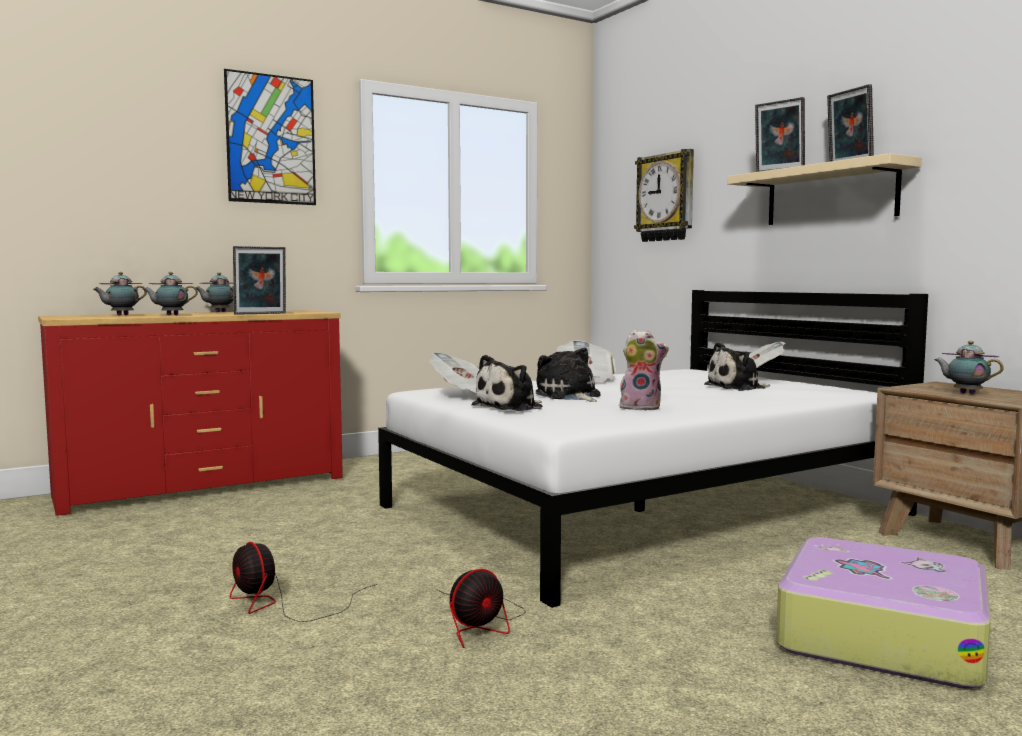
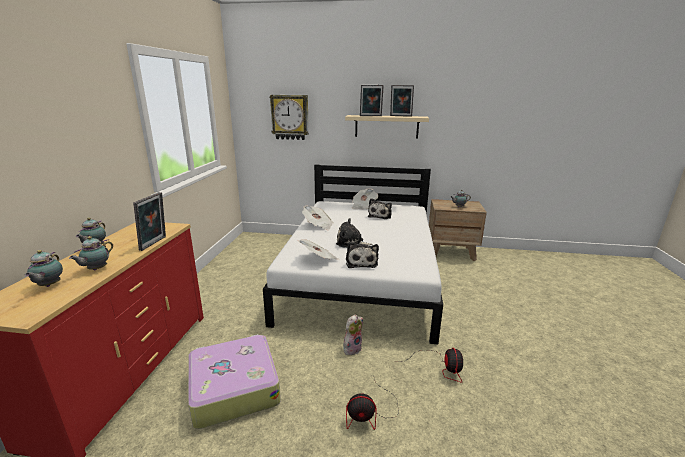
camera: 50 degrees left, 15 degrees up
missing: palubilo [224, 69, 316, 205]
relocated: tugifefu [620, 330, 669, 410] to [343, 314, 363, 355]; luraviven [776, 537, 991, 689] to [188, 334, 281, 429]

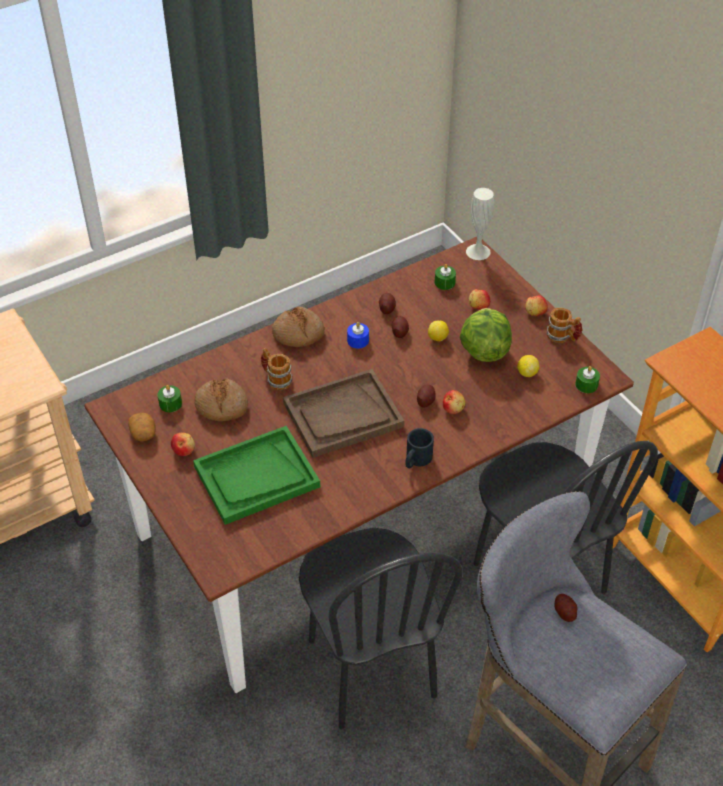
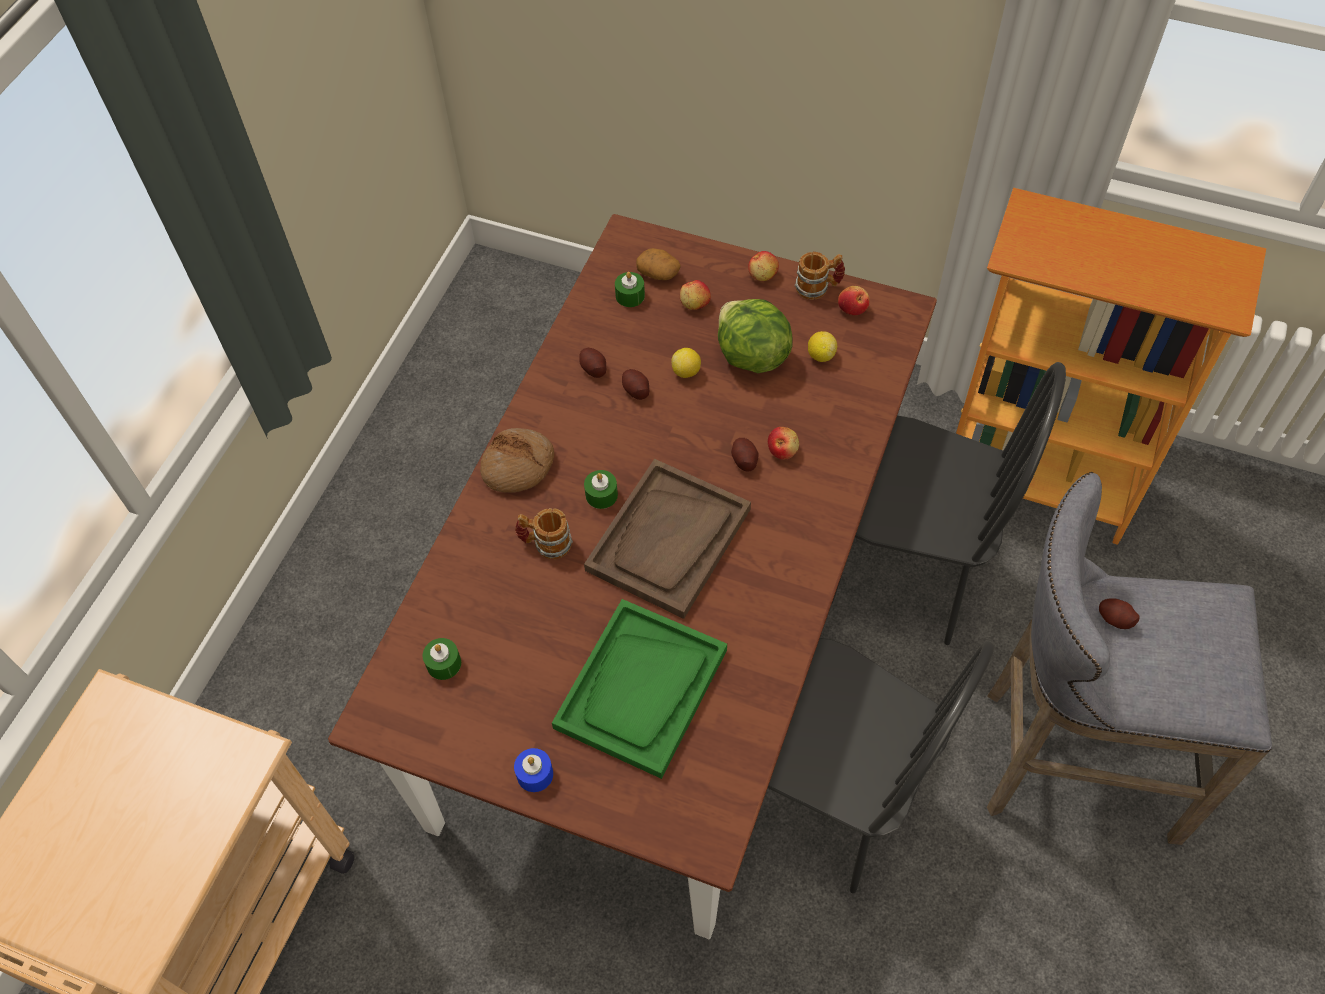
camera: 35 degrees left, 10 degrees up
missing: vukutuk [194, 378, 248, 421]; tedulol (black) [405, 428, 434, 469]; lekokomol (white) [466, 188, 494, 260]
relocated: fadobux [128, 413, 156, 441] to [636, 248, 681, 280]; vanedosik [171, 433, 195, 456] to [838, 286, 870, 315]; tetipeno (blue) [347, 322, 369, 349] to [514, 748, 553, 792]; tetipeno (green) [575, 366, 600, 393] to [584, 470, 618, 509]

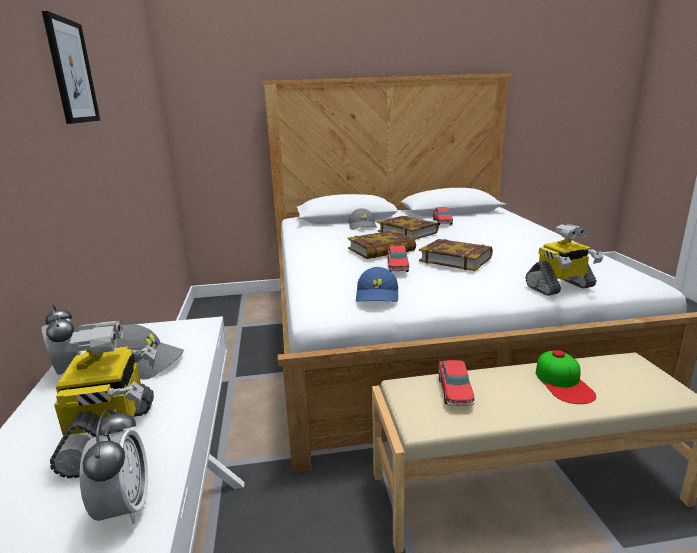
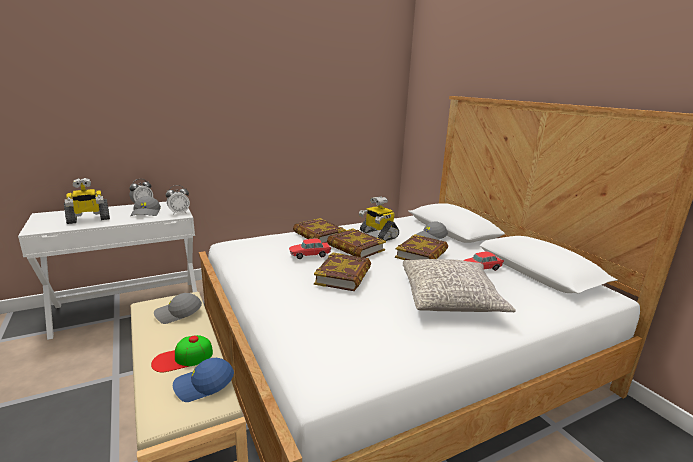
camera: 70 degrees right, 0 degrees up
missing: palubilo [42, 11, 100, 124]
appeared: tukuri [293, 218, 346, 243]; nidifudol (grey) [403, 259, 516, 312]
relocated: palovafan [80, 409, 148, 524] to [166, 185, 190, 215]; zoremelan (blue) [356, 267, 398, 302] to [173, 358, 234, 402]; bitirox [526, 223, 603, 296] to [359, 196, 399, 241]
exchanged: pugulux [438, 360, 474, 406] to zoremelan (grey) [154, 293, 202, 324]

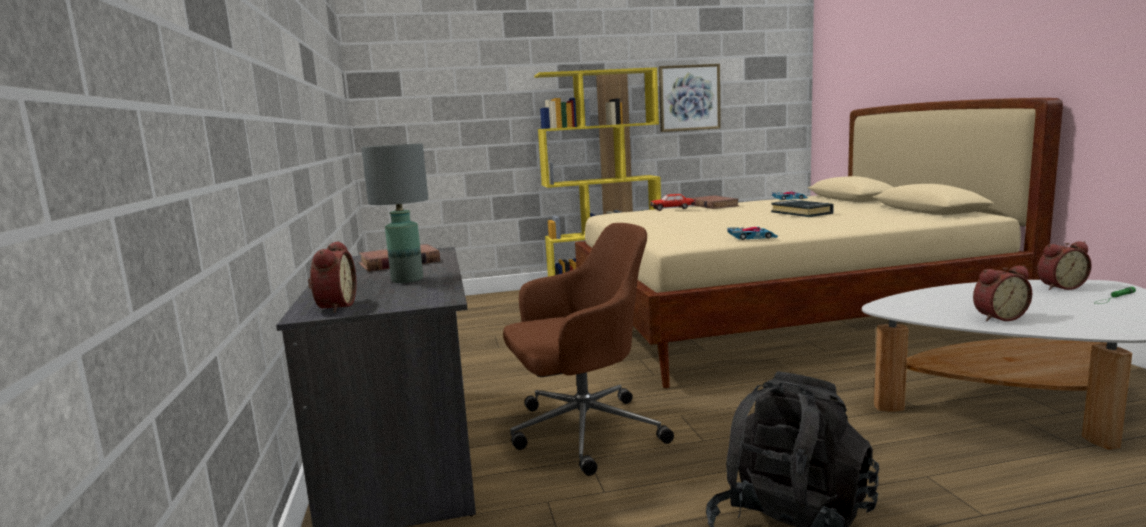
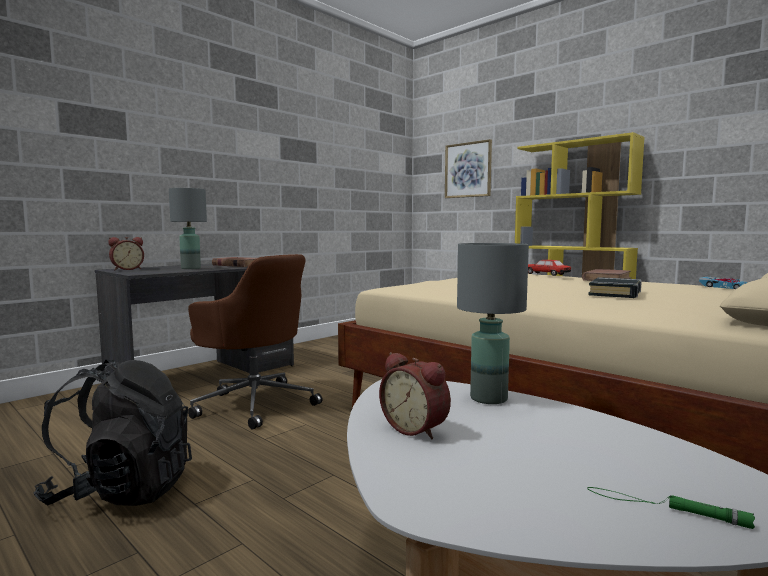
camera: 55 degrees right, 5 degrees down
missing: pugulux [727, 227, 778, 240]; palovafan [1037, 241, 1092, 290]
appeared: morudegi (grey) [457, 243, 529, 404]
relocated: palubilo [659, 64, 721, 132] to [445, 139, 492, 198]

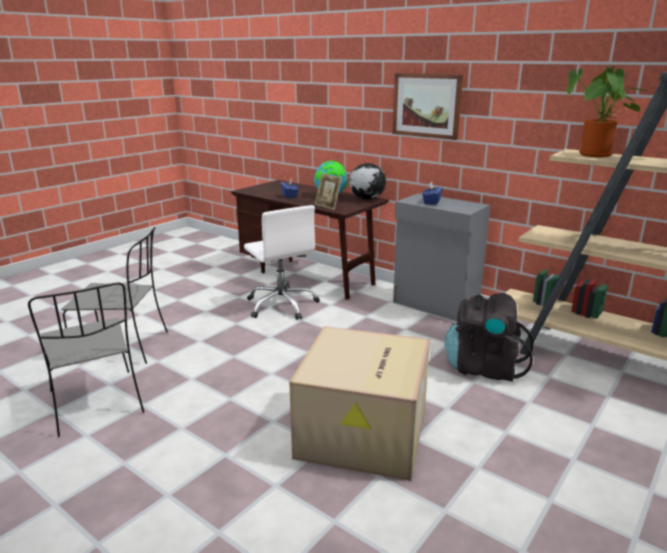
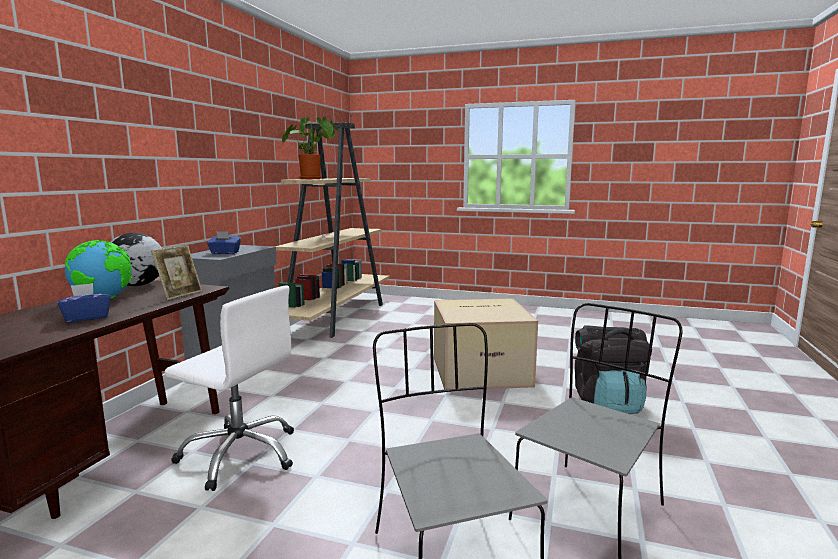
camera: 110 degrees left, 10 degrees down
missing: palubilo [392, 73, 463, 140]
relocated: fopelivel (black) [445, 293, 534, 382] to [575, 325, 652, 414]
spun: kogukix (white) [244, 205, 320, 320] = [165, 286, 294, 491] 75 degrees clockwise

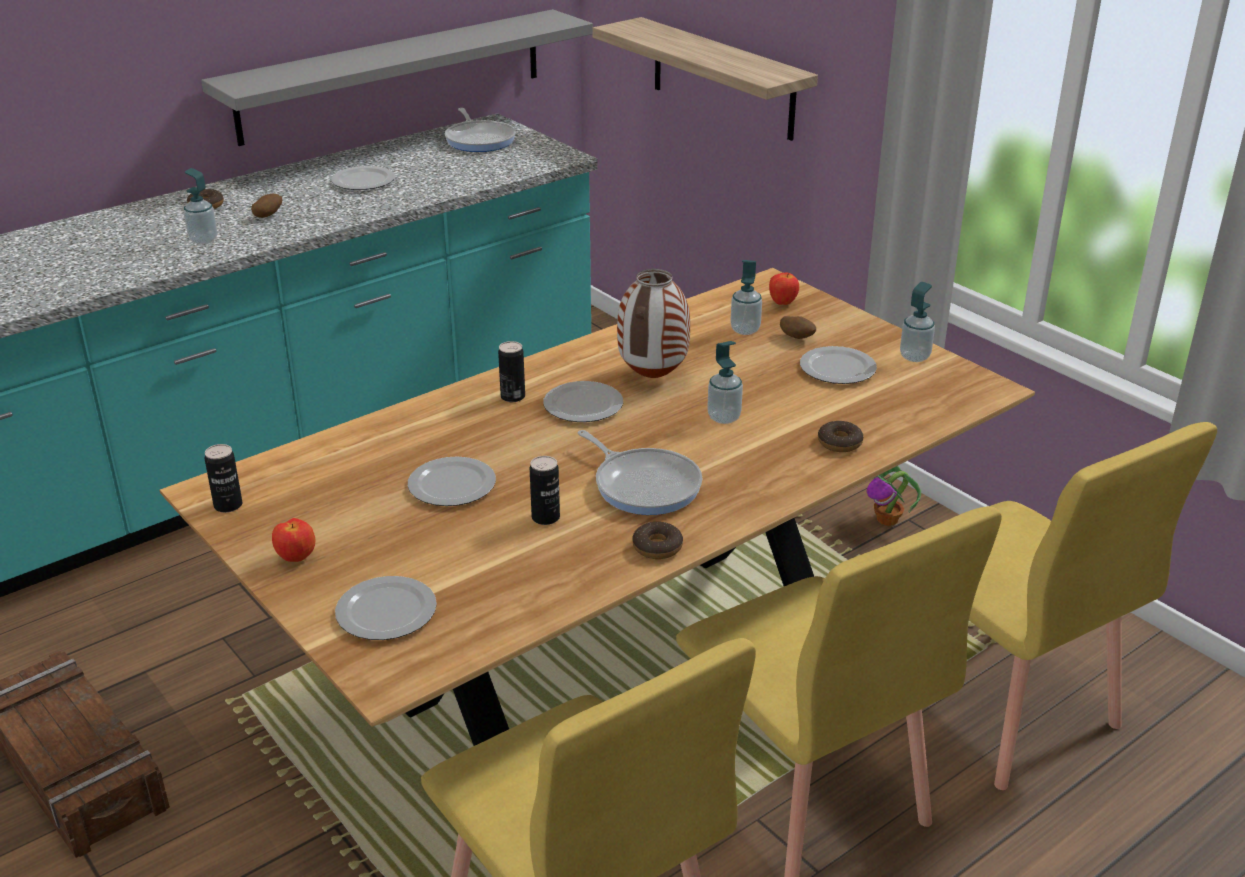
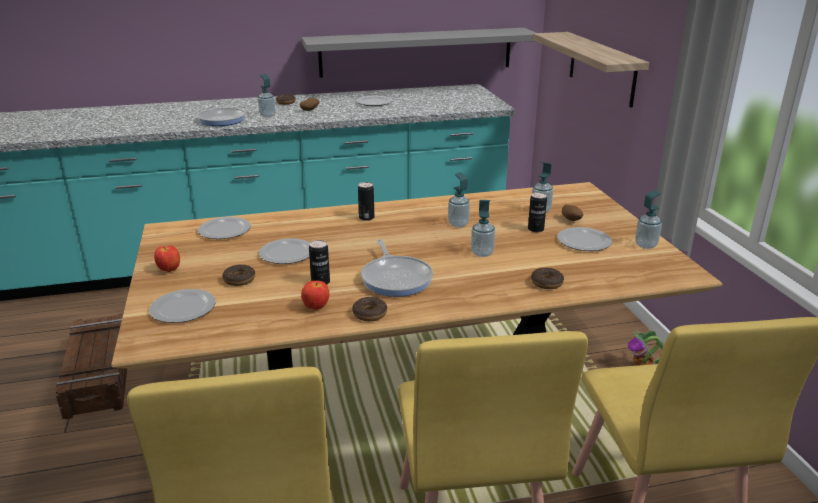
camera: 25 degrees right, 5 degrees down
appeared: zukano [222, 264, 255, 286]
relocated: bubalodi [204, 444, 242, 513] to [528, 192, 547, 232]; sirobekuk [445, 108, 516, 152] to [197, 100, 246, 126]; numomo [543, 381, 623, 422] to [198, 217, 251, 239]; vanedosik [769, 273, 799, 305] to [301, 281, 329, 310]
exchanged: lekokomol [617, 269, 690, 378] to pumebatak [448, 172, 470, 228]

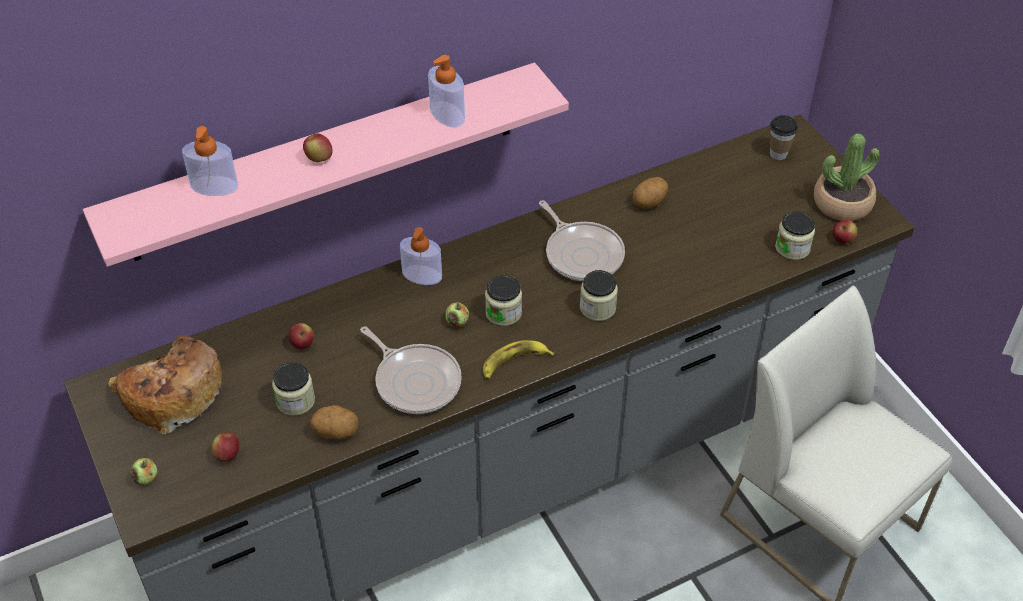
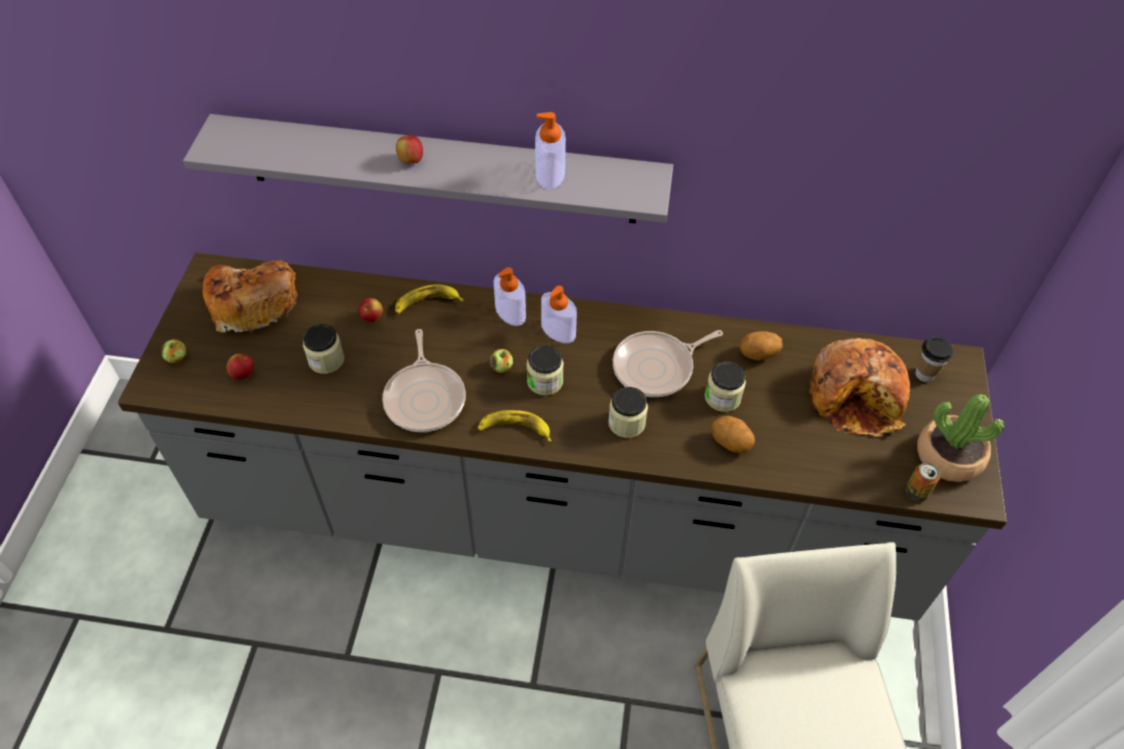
camera: 35 degrees right, 5 degrees up
appeared: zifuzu [395, 284, 463, 314]; vukutuk [809, 338, 910, 436]
relocated: pumebatak [182, 126, 238, 196] to [541, 286, 577, 343]; fadobux [310, 405, 358, 439] to [711, 416, 755, 454]; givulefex [775, 211, 815, 260] to [705, 361, 746, 412]
exchanged: vanedosik [833, 220, 857, 244] to bubalodi [905, 462, 940, 501]
colour: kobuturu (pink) [83, 63, 569, 267] to kobuturu (grey) [183, 114, 673, 223]
spun: sirobekuk [539, 200, 625, 281] = [613, 330, 723, 397] 60 degrees clockwise

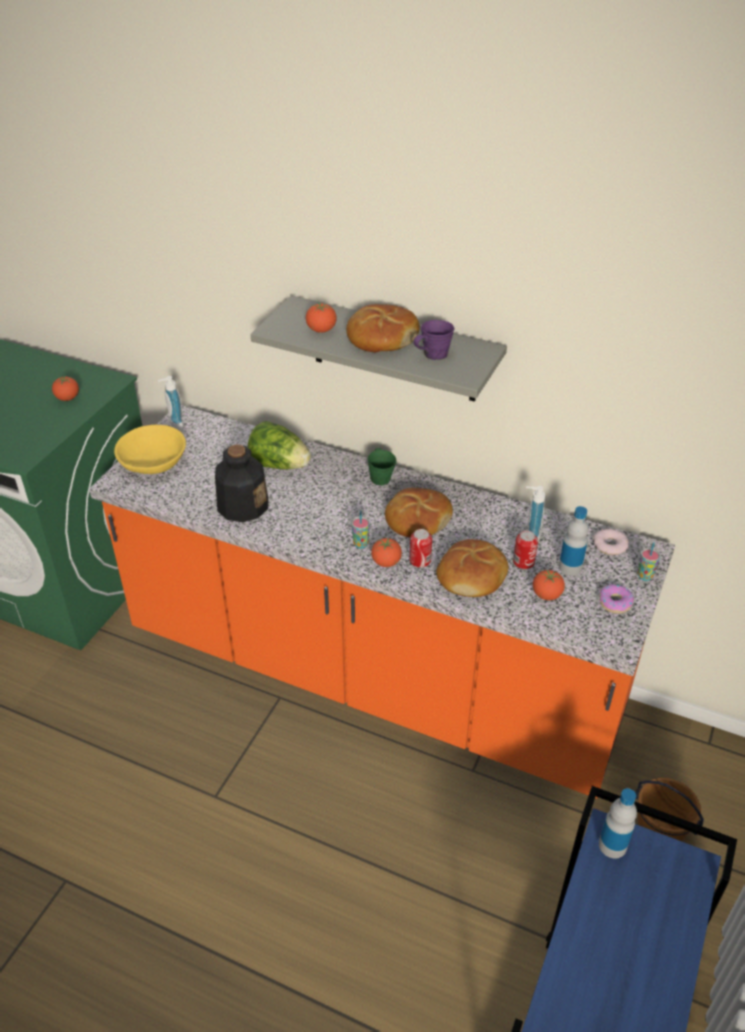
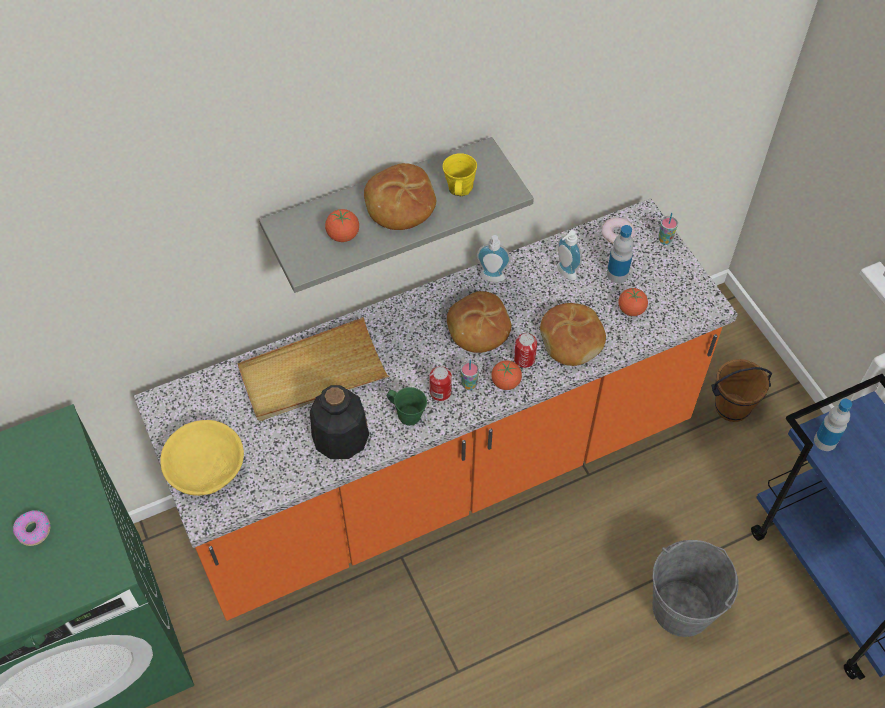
camera: 50 degrees left, 15 degrees up
missing: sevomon [52, 376, 79, 401]
appeared: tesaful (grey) [652, 540, 739, 637]
relocated: pumebatak [158, 376, 184, 431] to [477, 235, 511, 282]; tedulol (green) [368, 448, 396, 486] to [387, 387, 427, 426]; bubalodi [513, 531, 538, 569] to [429, 366, 452, 401]; zukano [600, 584, 634, 614] to [13, 511, 51, 546]
exchanged: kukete [248, 421, 311, 469] to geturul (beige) [237, 317, 389, 421]
colour: tedulol (purple) [414, 320, 454, 360] to tedulol (yellow) [443, 153, 477, 196]

